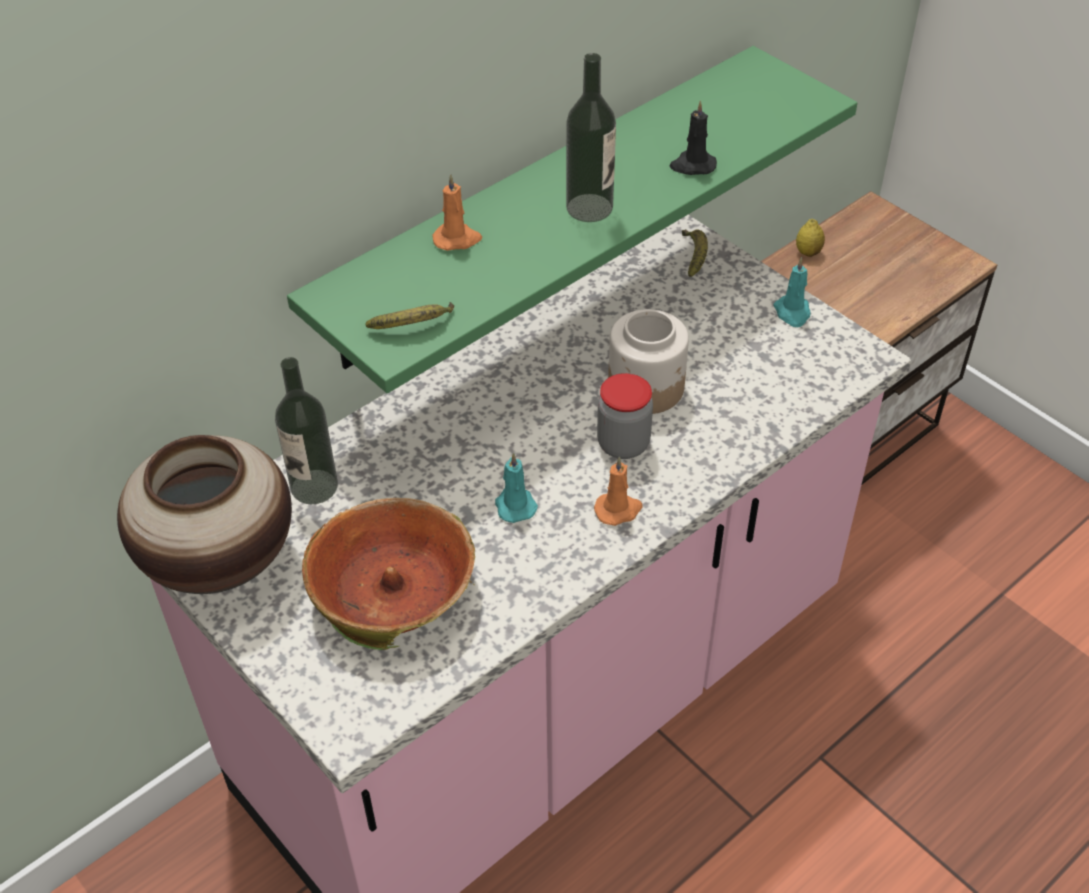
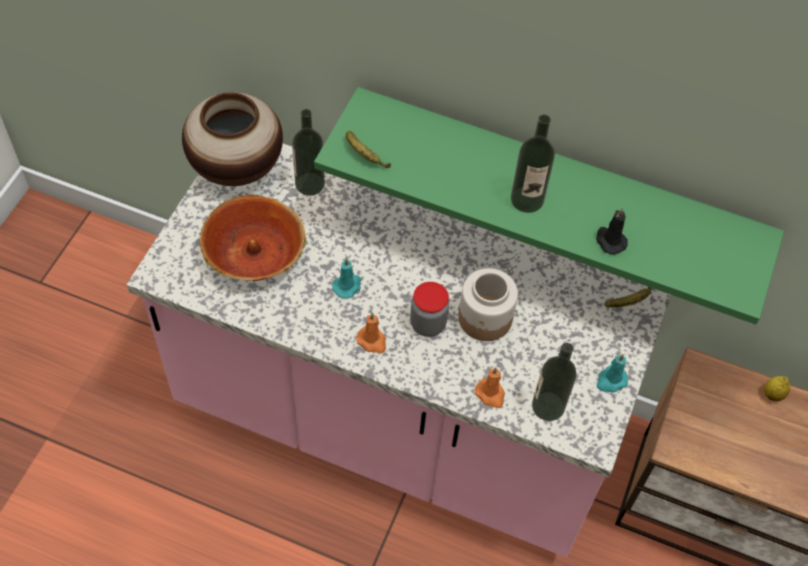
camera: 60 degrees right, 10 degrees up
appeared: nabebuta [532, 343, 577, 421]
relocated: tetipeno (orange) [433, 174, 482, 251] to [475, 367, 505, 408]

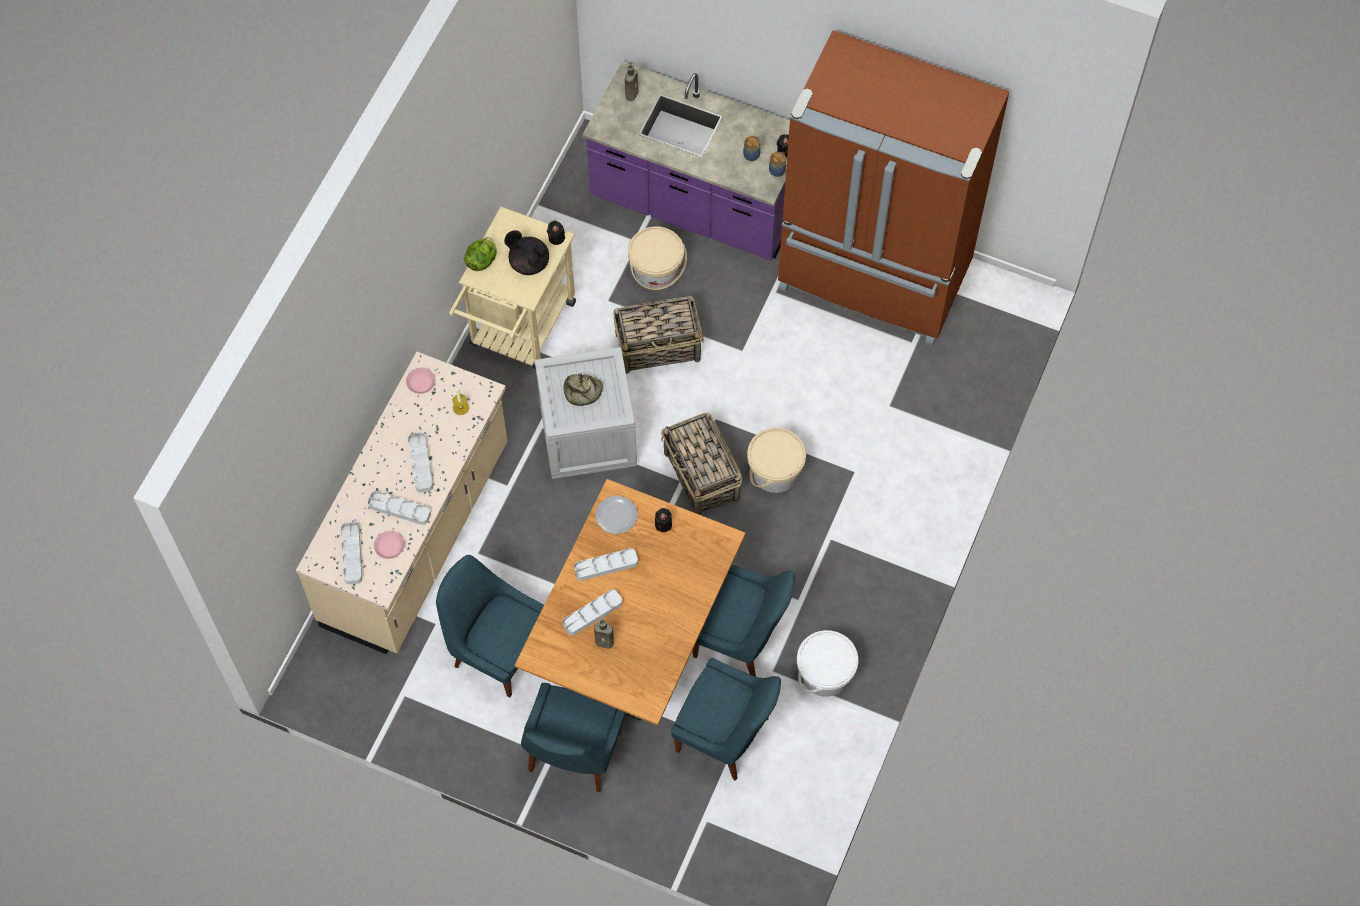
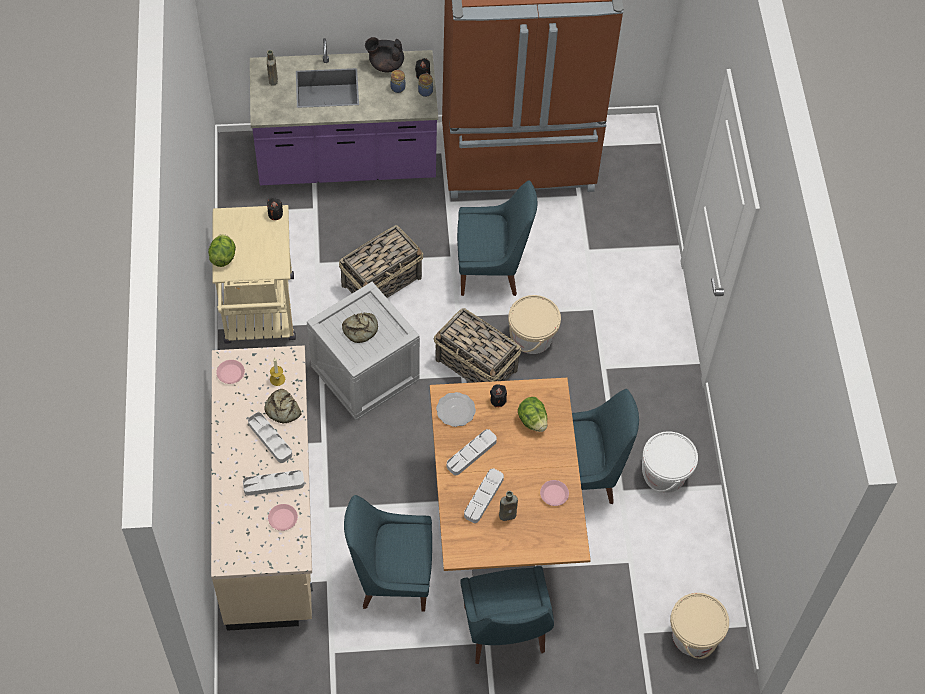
camera: 30 degrees left, 5 degrees down
missing: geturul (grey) [341, 522, 362, 584]
appeared: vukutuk [264, 389, 302, 423]; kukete [518, 397, 547, 432]; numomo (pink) [540, 480, 569, 506]
relocated: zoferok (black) [504, 230, 549, 275] to [365, 37, 404, 72]; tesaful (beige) [628, 226, 687, 290] to [670, 593, 729, 659]; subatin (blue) [671, 658, 781, 781] to [457, 180, 537, 296]

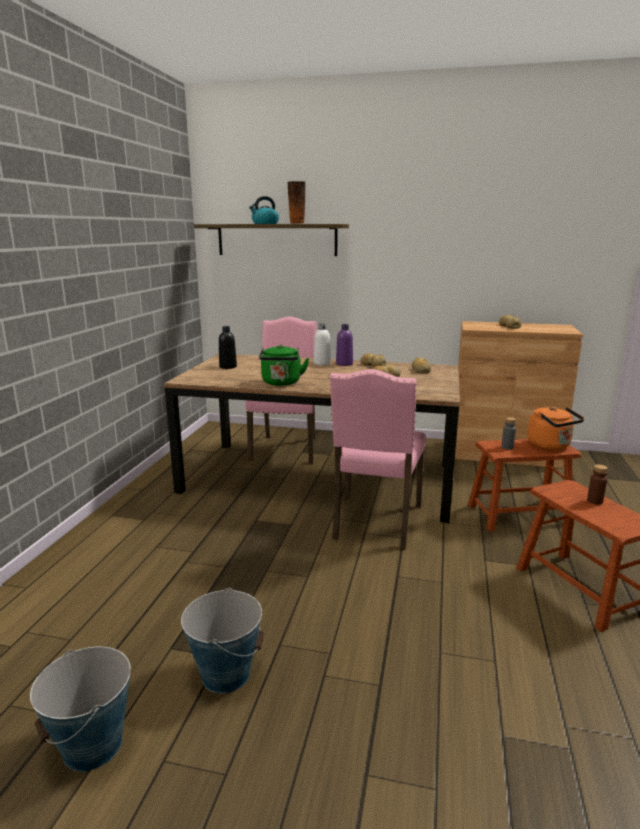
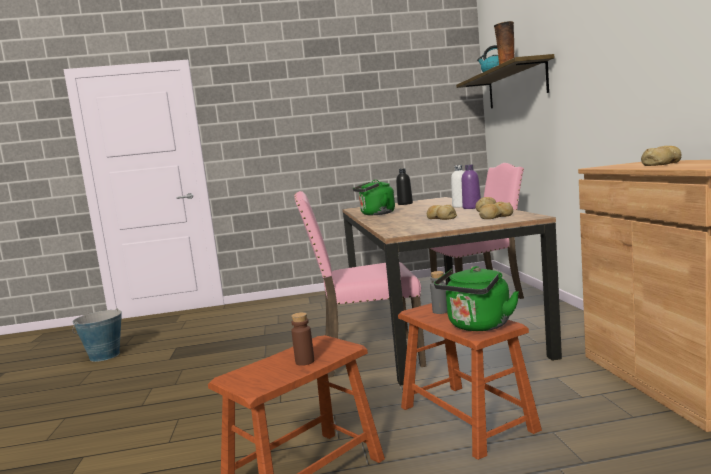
camera: 70 degrees right, 10 degrees down
missing: tesaful [181, 587, 264, 694]
colour: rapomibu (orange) [527, 407, 584, 450] to rapomibu (green) [434, 266, 519, 331]

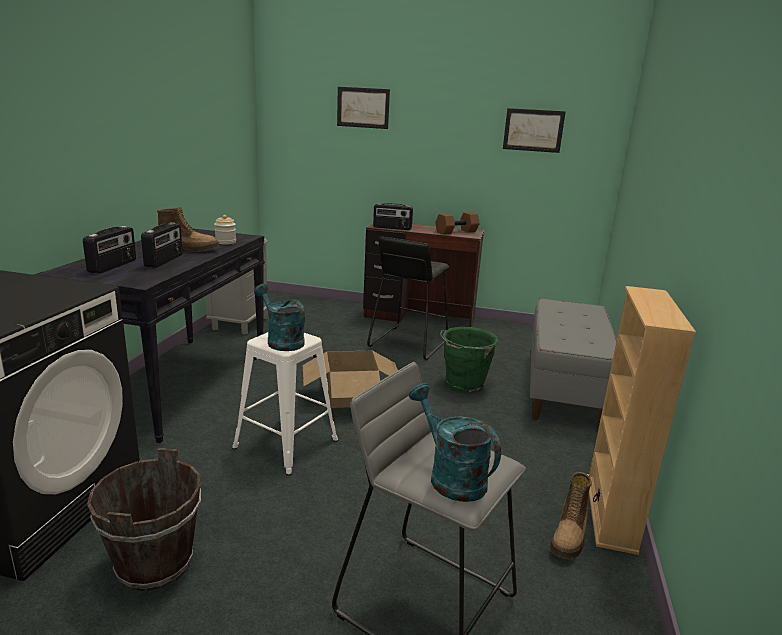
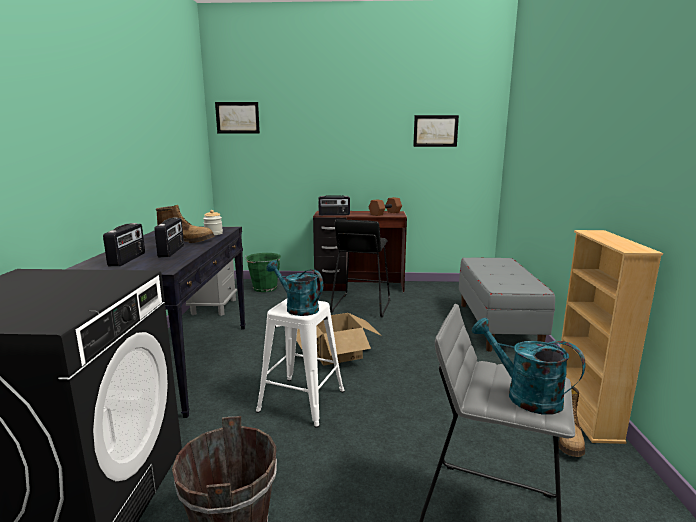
camera: 10 degrees left, 5 degrees down
relocated: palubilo [337, 87, 390, 129] to [215, 102, 260, 133]; tesaful (green) [440, 327, 498, 393] to [244, 253, 281, 292]

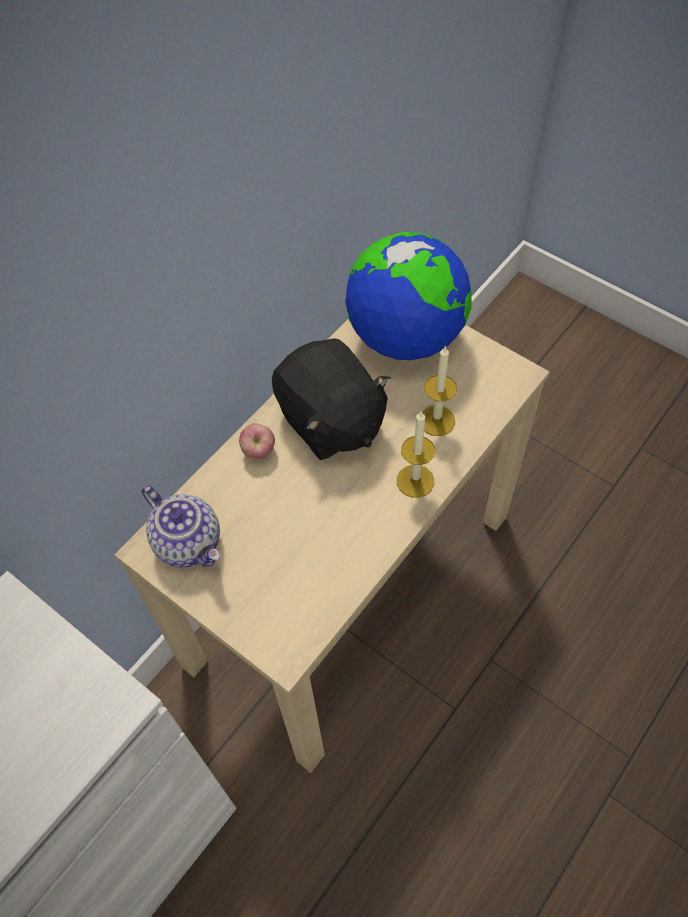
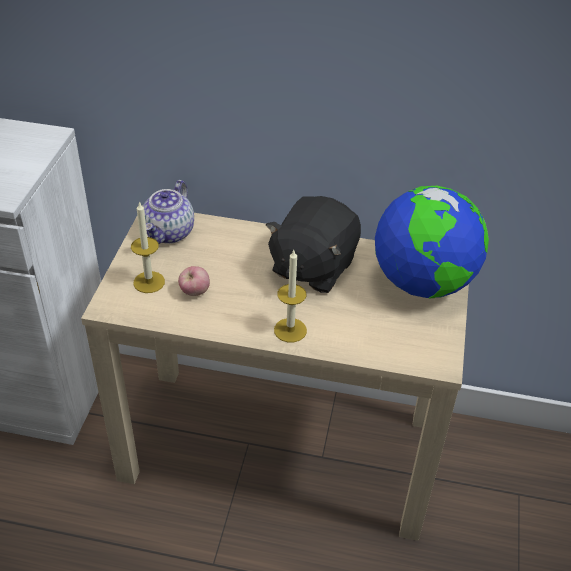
camera: 60 degrees right, 15 degrees down
relocated: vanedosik [239, 423, 275, 459] to [178, 266, 210, 296]; tetipeno [422, 346, 457, 436] to [131, 201, 165, 293]

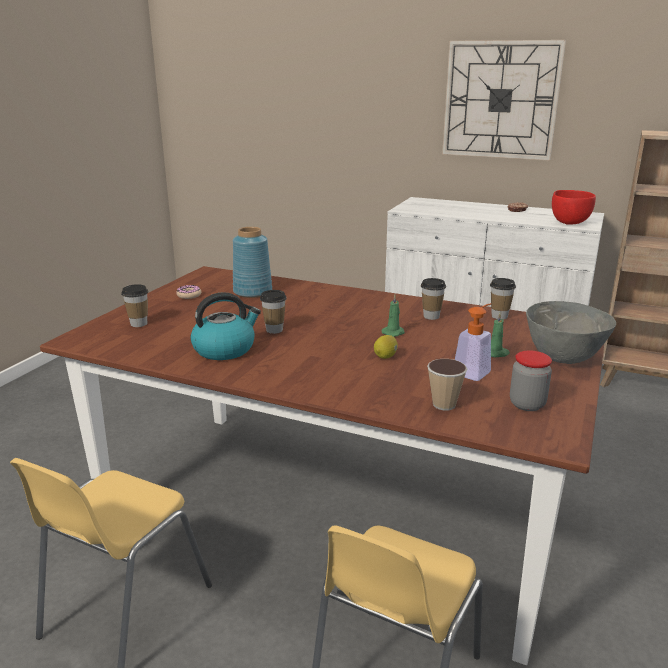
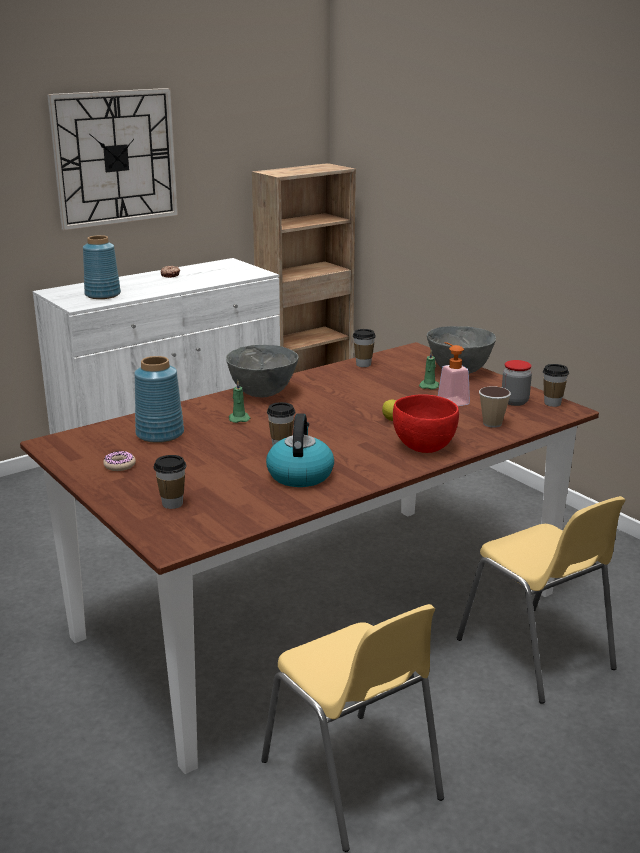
camera: 60 degrees left, 0 degrees up
appeared: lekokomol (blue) [83, 235, 121, 299]; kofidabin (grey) [226, 345, 299, 398]
relocated: tetipeno (green) [382, 295, 405, 337] to [229, 380, 251, 423]; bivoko [421, 278, 446, 320] to [543, 364, 569, 407]; kofidabin (red) [552, 190, 596, 224] to [393, 394, 459, 453]

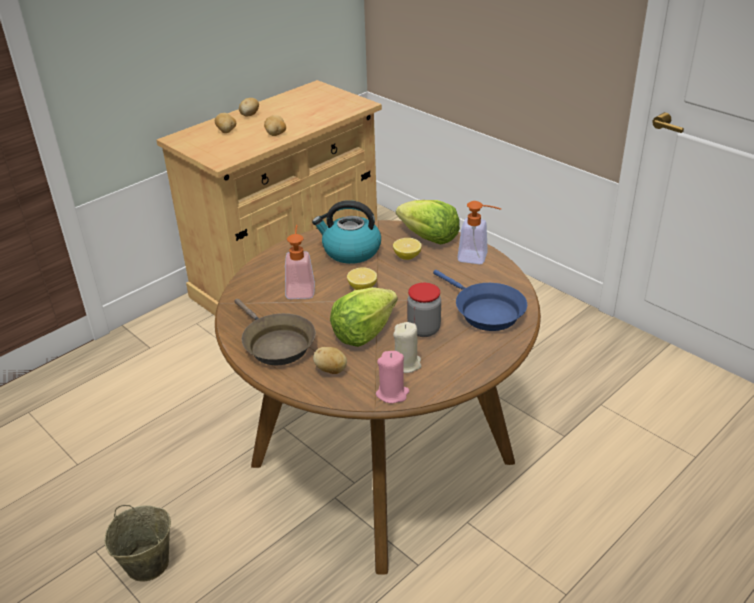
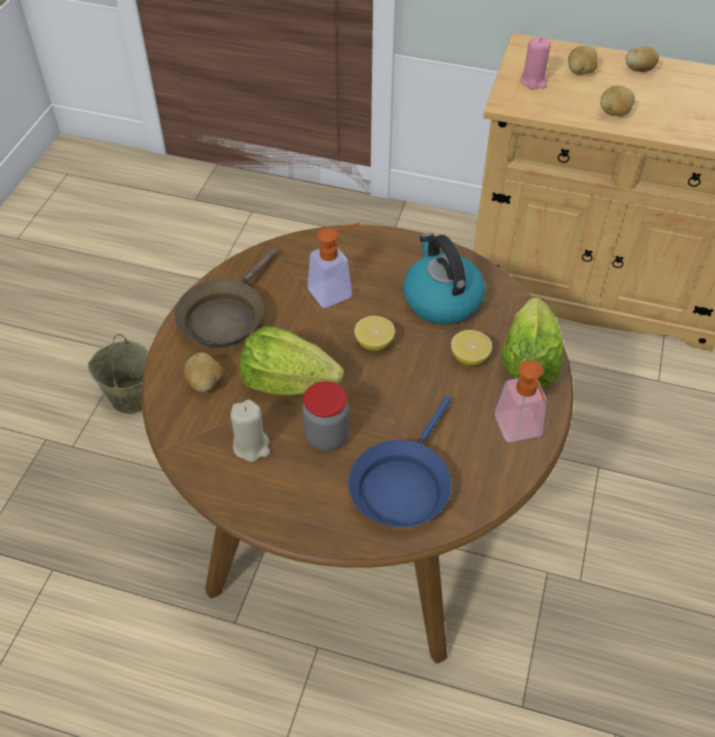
camera: 60 degrees right, 15 degrees up
relocated: tetipeno (pink) [376, 351, 409, 403] to [520, 37, 551, 89]

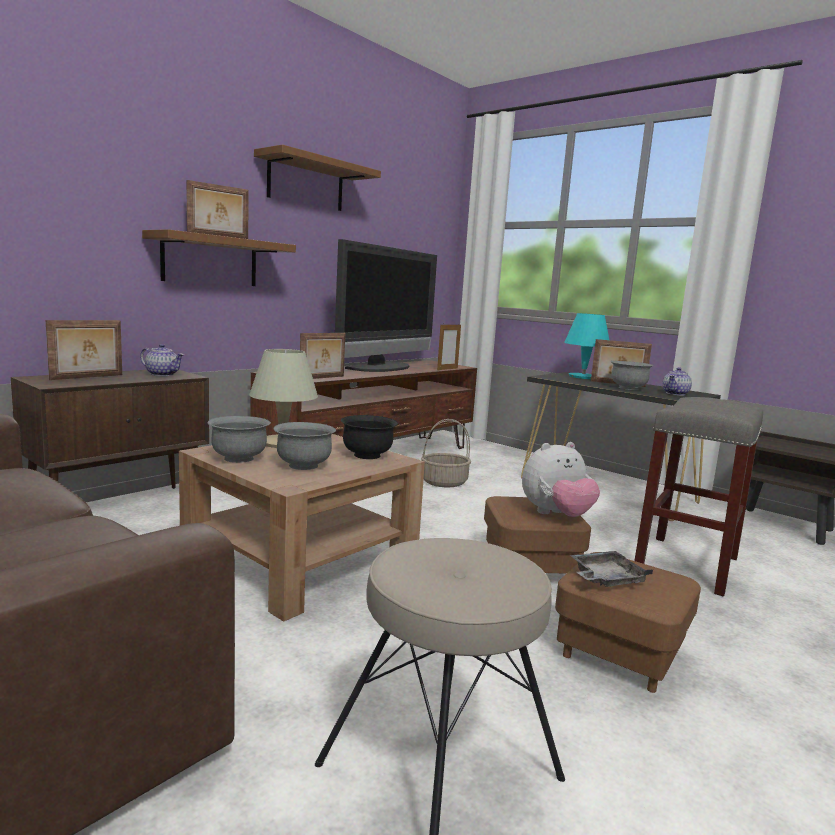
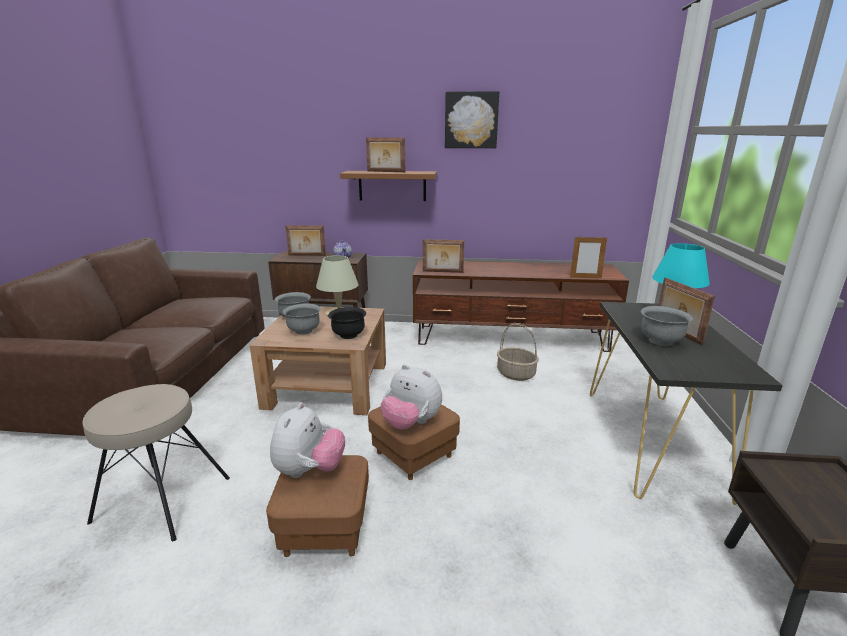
camera: 55 degrees right, 10 degrees up
missing: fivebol [335, 239, 437, 372]; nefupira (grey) [634, 397, 763, 596]; zoferok [662, 367, 692, 395]
exchanged: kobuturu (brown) [254, 145, 381, 211] to palubilo [445, 91, 499, 148]; geturul (grey) [570, 551, 654, 587] to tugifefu [270, 402, 345, 478]

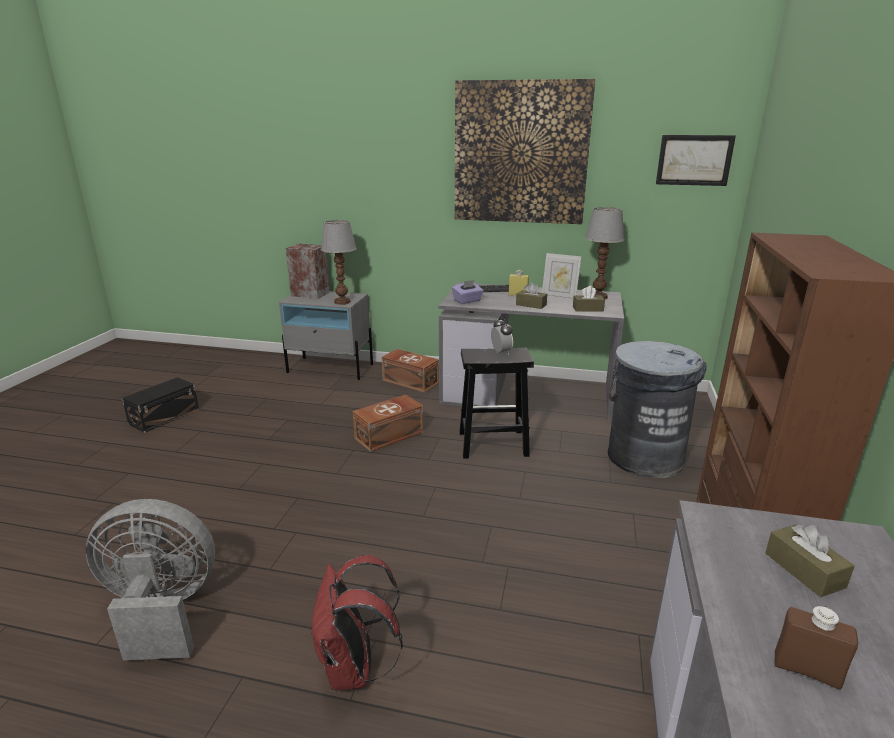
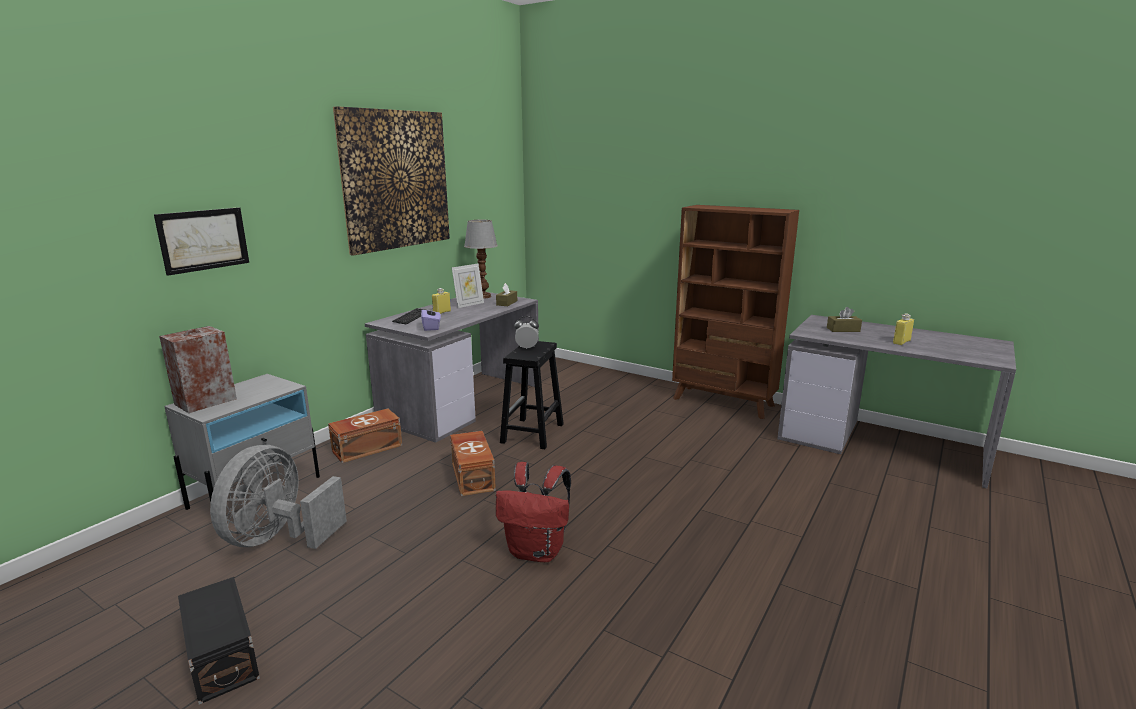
camera: 70 degrees left, 5 degrees down
missing: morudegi [321, 220, 357, 305]; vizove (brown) [516, 283, 547, 309]; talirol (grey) [608, 341, 707, 478]
relocated: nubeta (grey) [86, 499, 215, 660] to [210, 445, 347, 549]; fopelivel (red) [311, 555, 403, 690] to [496, 462, 571, 562]; palubilo [656, 135, 736, 186] to [154, 207, 249, 276]
colour: nabebuta (brown) [775, 606, 858, 690] to nabebuta (yellow) [893, 313, 914, 345]

